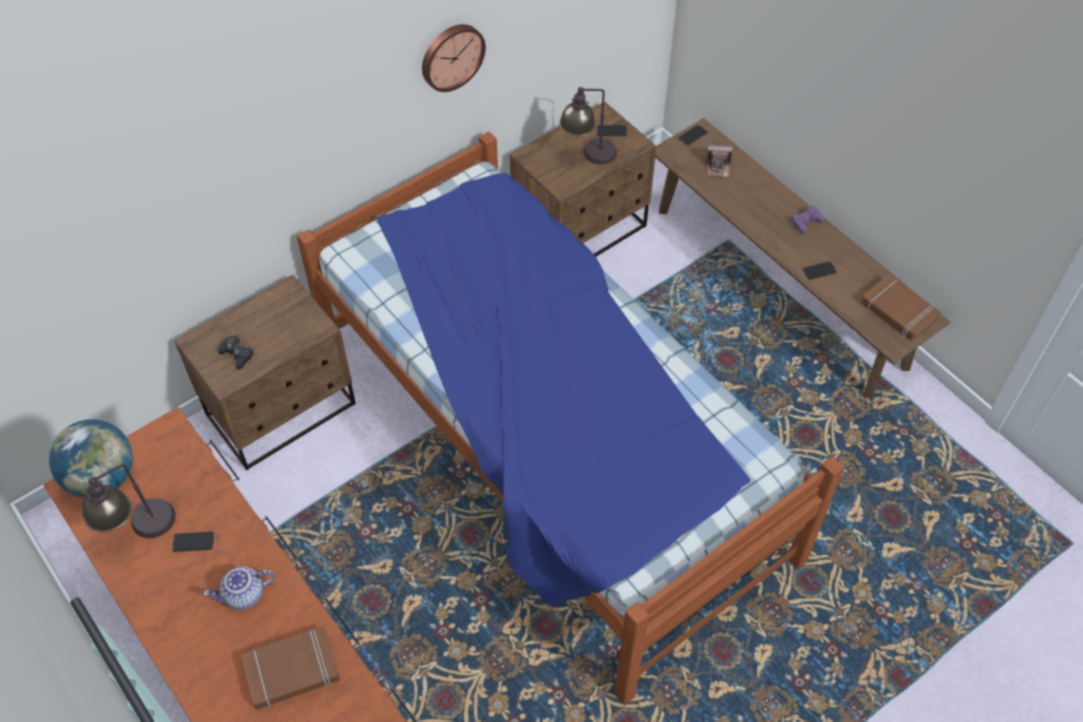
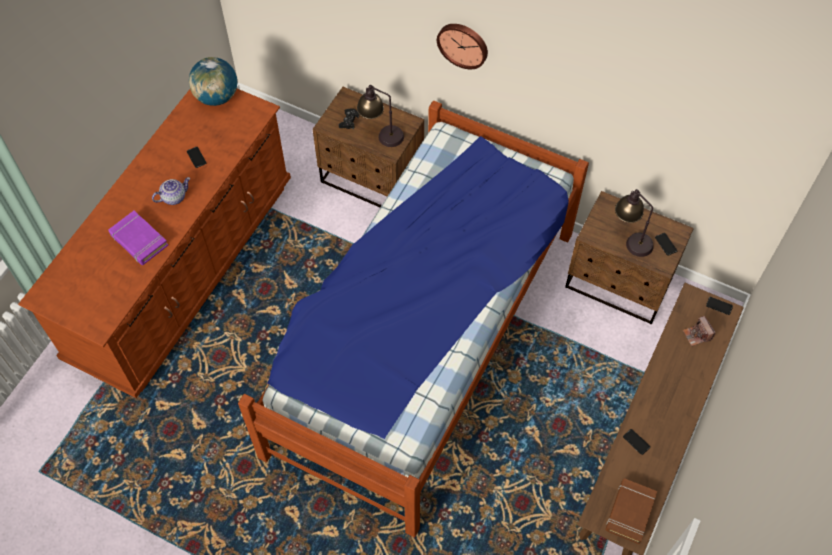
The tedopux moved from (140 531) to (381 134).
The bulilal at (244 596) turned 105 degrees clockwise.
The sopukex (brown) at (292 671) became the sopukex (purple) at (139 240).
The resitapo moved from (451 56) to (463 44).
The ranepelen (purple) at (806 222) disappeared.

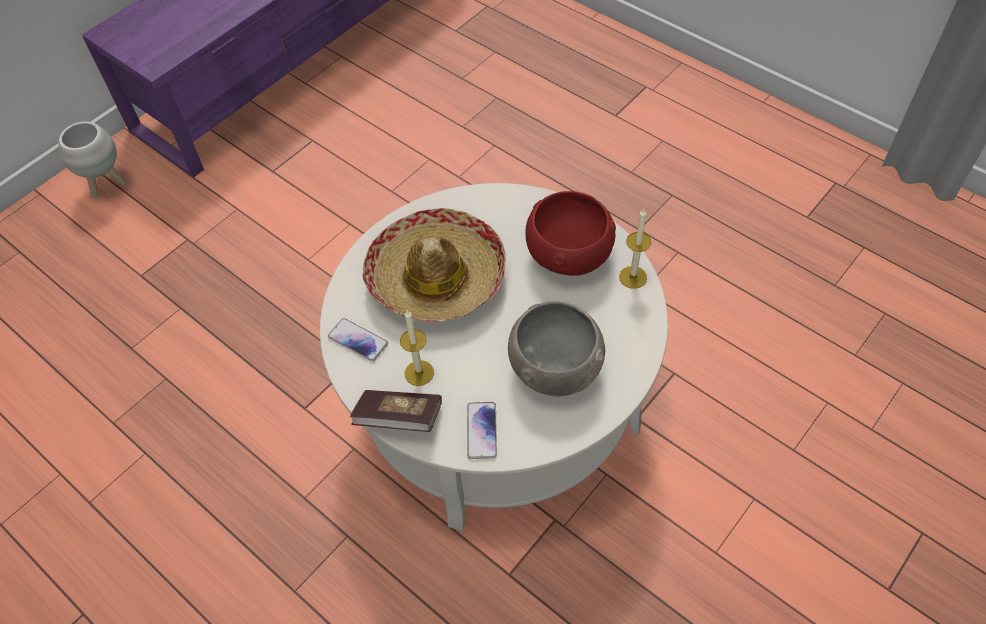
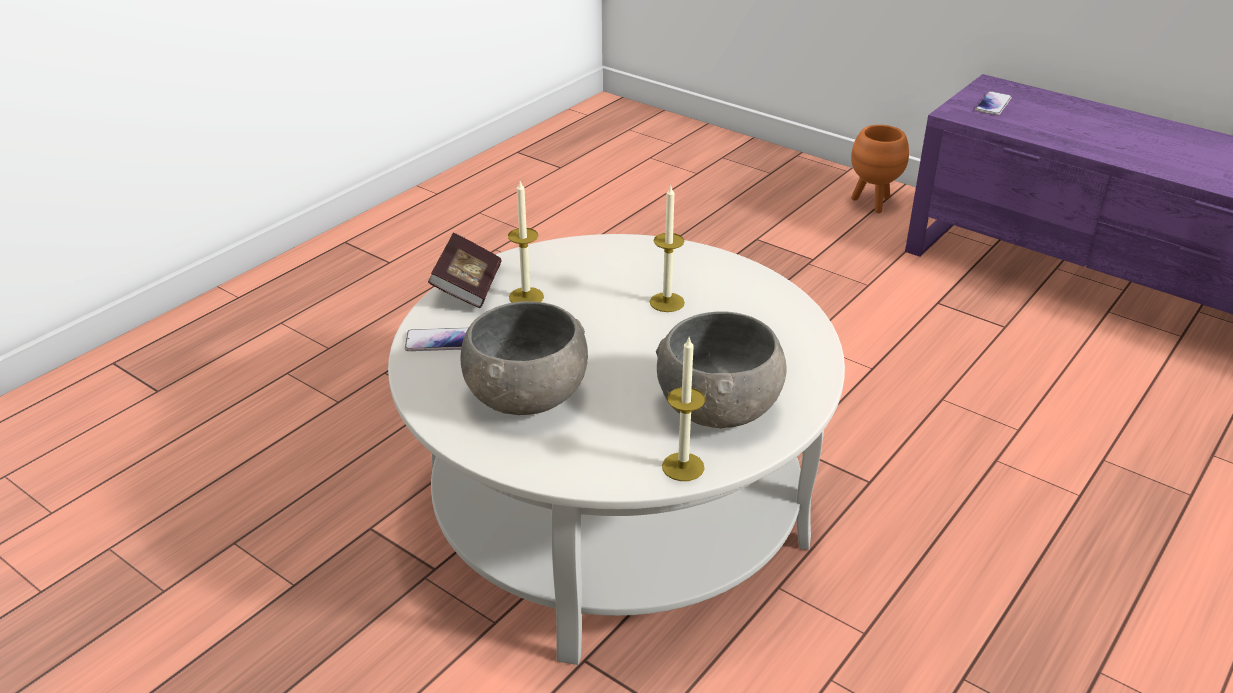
The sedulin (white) at (107 184) became the sedulin (orange) at (873 203).
The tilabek moved from (358 340) to (993 104).
The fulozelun at (436 277) was replaced by the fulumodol at (667 302).
The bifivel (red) at (568 253) became the bifivel (grey) at (720 406).

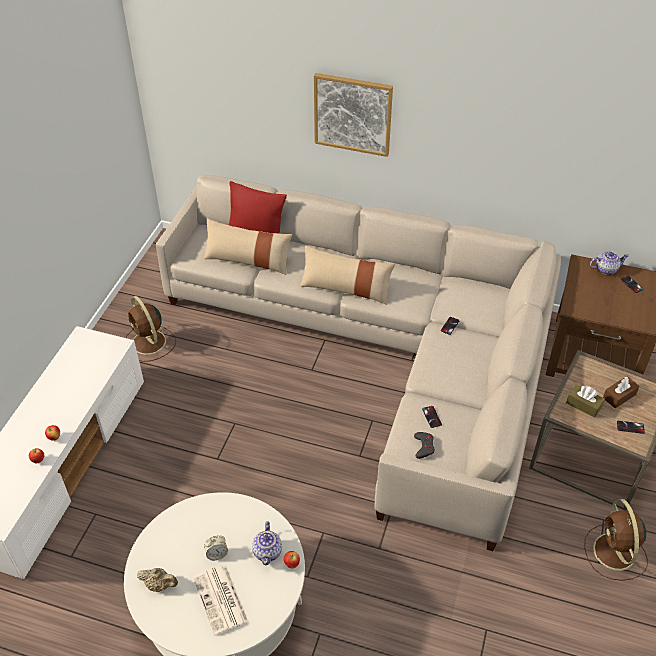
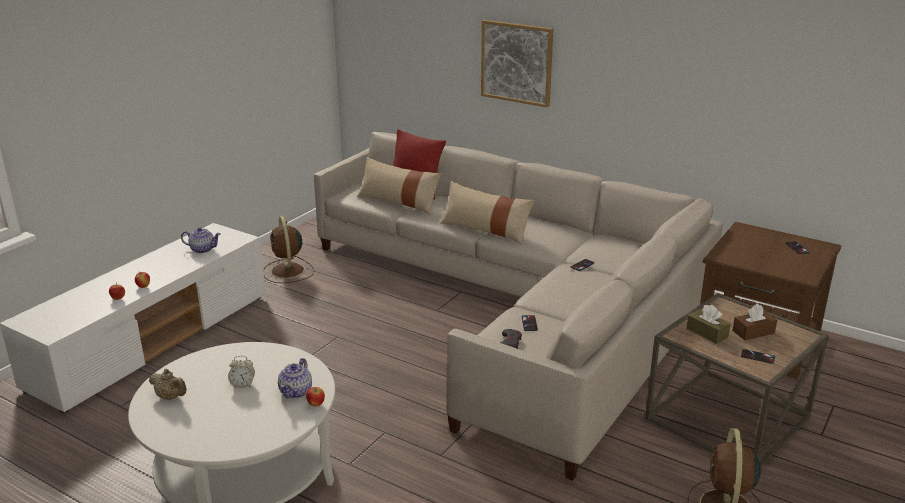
The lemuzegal at (221 600) disappeared.
The bulilal moved from (605 269) to (202 249).

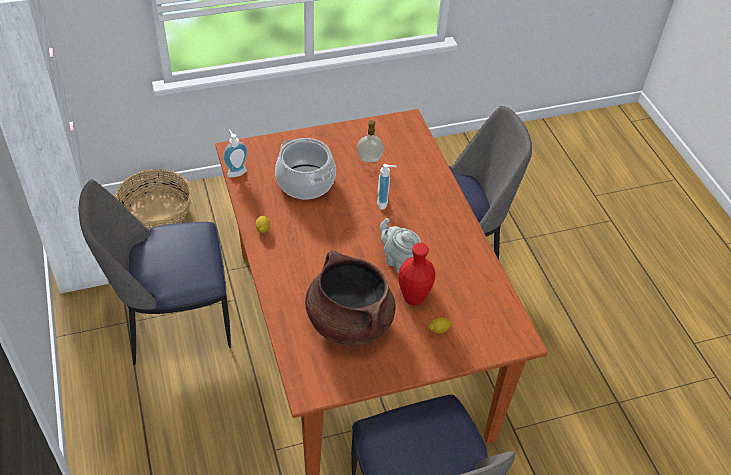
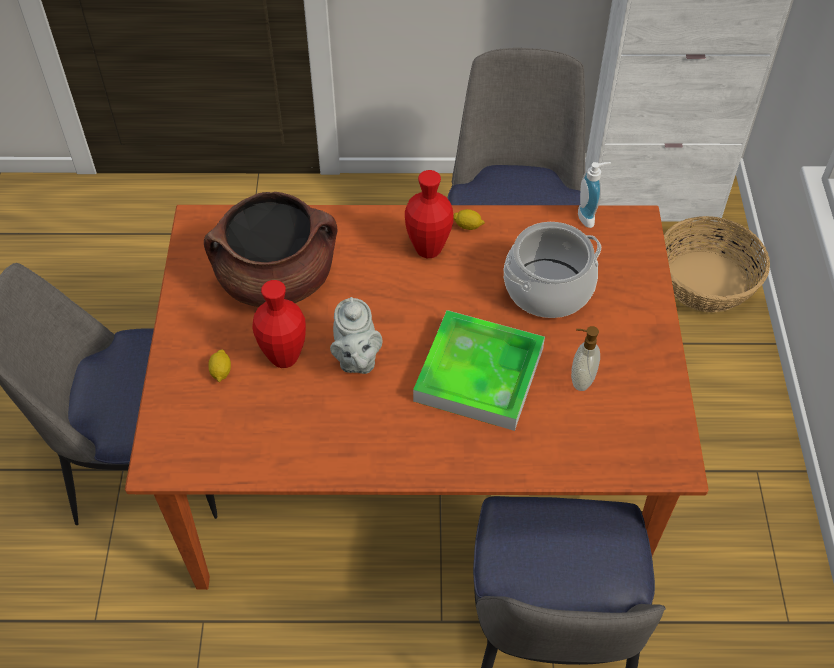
The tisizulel at (385 202) was replaced by the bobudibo at (479 374).
The bulilal (grey) at (399 261) turned 105 degrees clockwise.
The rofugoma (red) at (428 250) appeared.

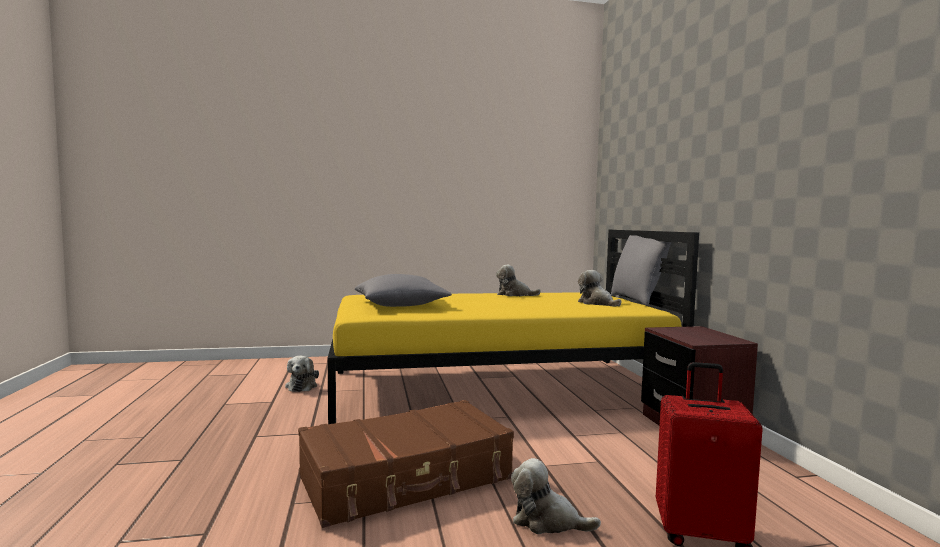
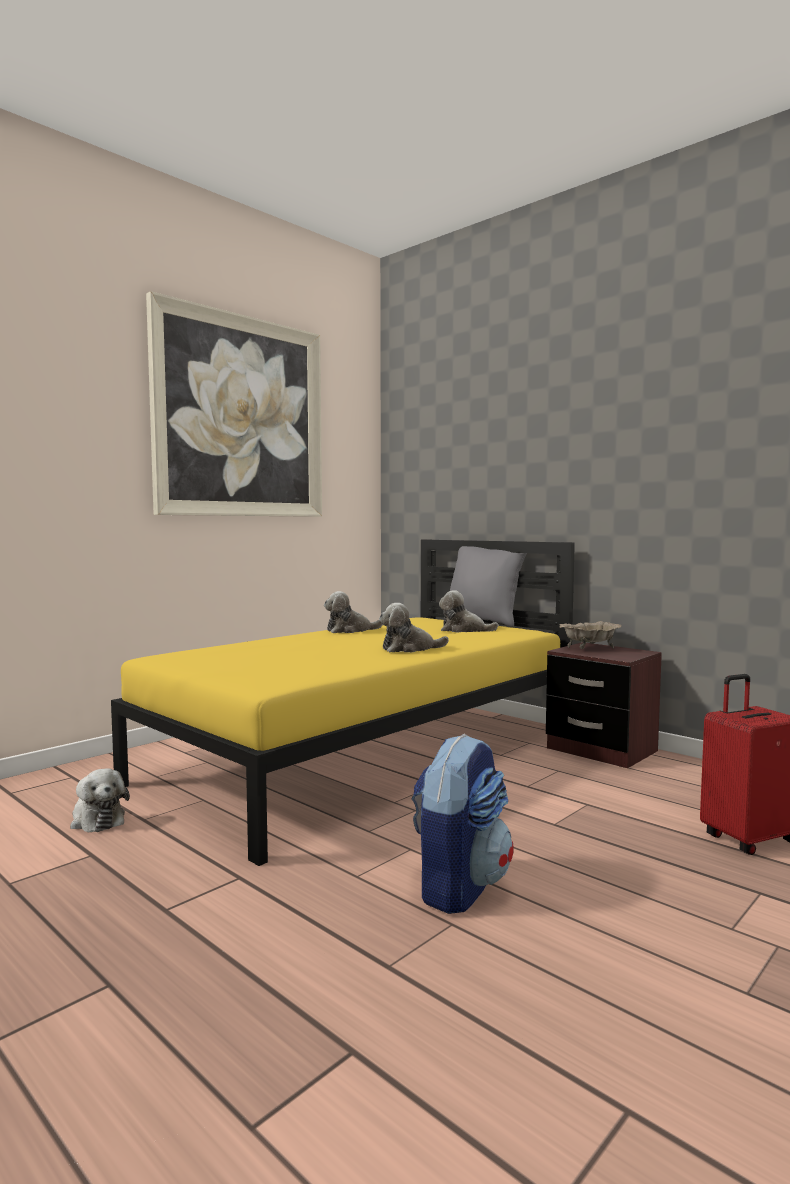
The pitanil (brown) at (407 478) was replaced by the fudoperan at (458 886).
The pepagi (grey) at (401 305) disappeared.
The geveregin moved from (547 521) to (409 649).
The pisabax at (241 417) appeared.
The bifivel (beige) at (589 648) appeared.

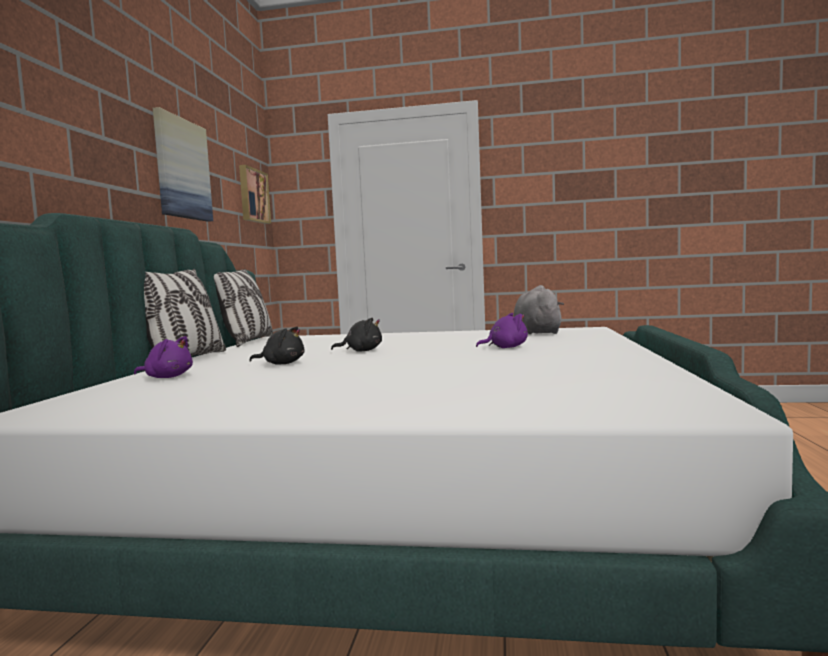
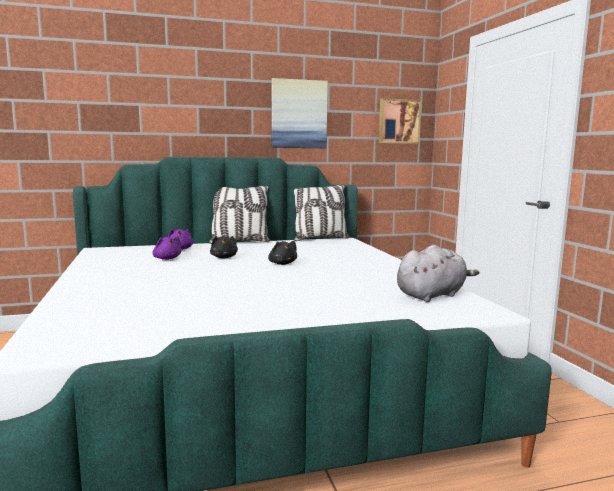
The geveregin (purple) moved from (505 347) to (167 259).

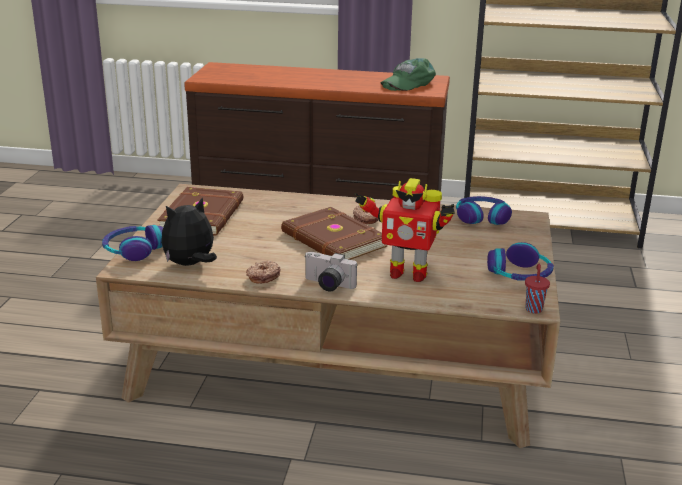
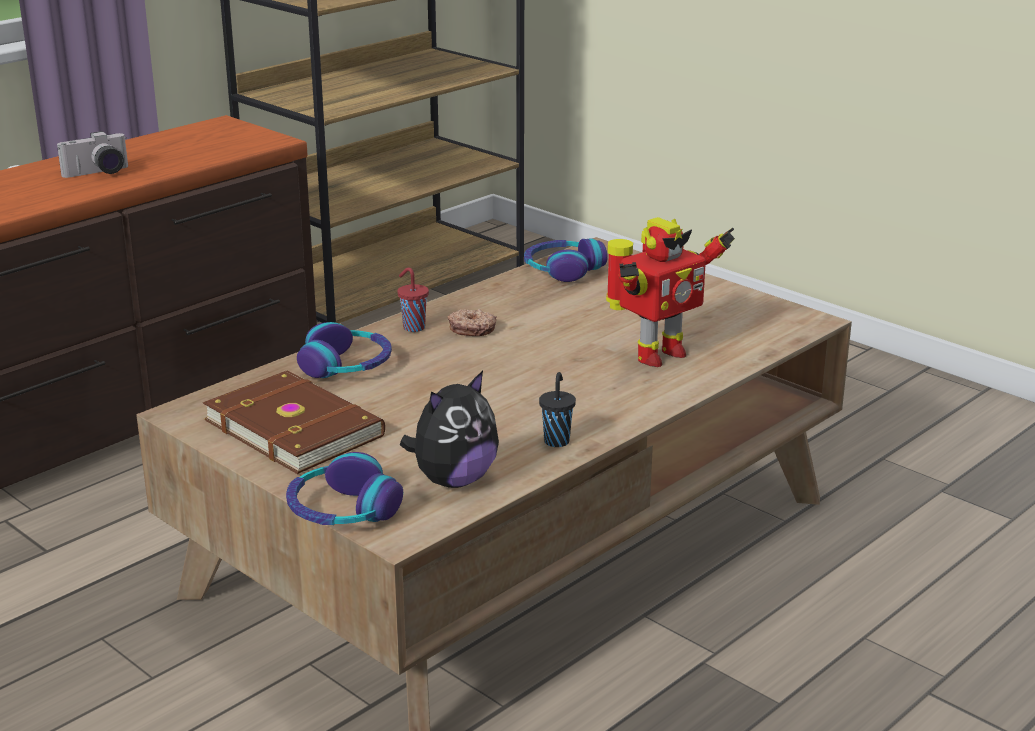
The geveregin at (190 264) turned 135 degrees counterclockwise.
The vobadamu at (263 276) was replaced by the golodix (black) at (557 441).
The sopukex (brown) at (332 240) disappeared.
The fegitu moved from (327 285) to (98 173).
The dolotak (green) at (407 83) disappeared.
The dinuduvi moved from (519 274) to (346 366).
The golodix (red) moved from (533 309) to (413 327).

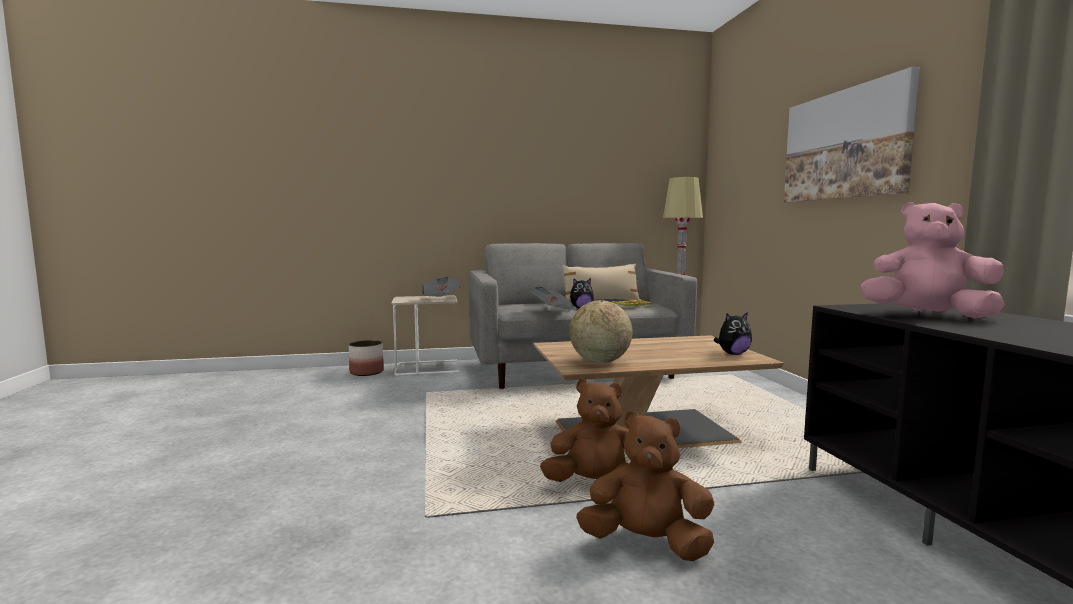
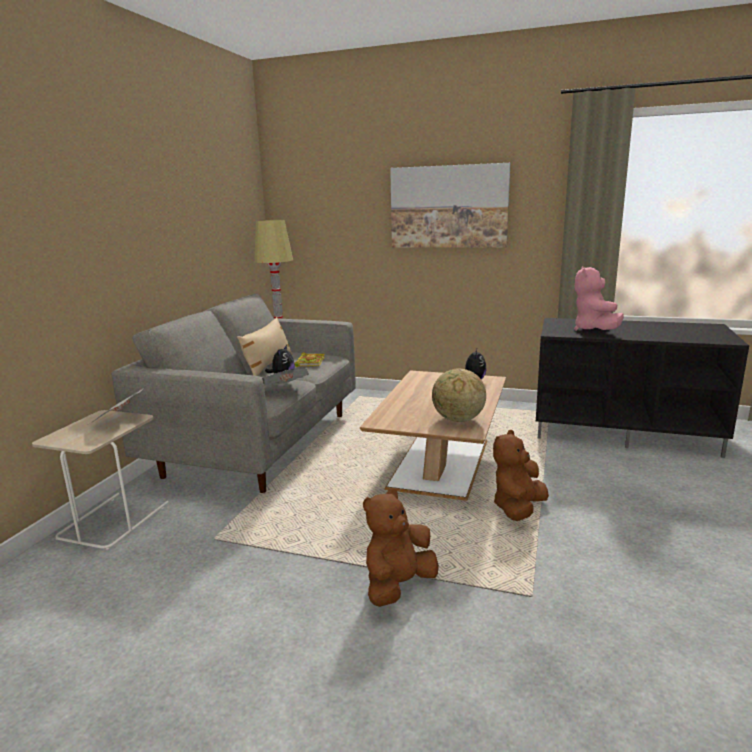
The sedulin at (367 372) disappeared.
The geveregin (brown) moved from (646 543) to (398 586).
The geveregin (pink) at (927 315) turned 45 degrees counterclockwise.

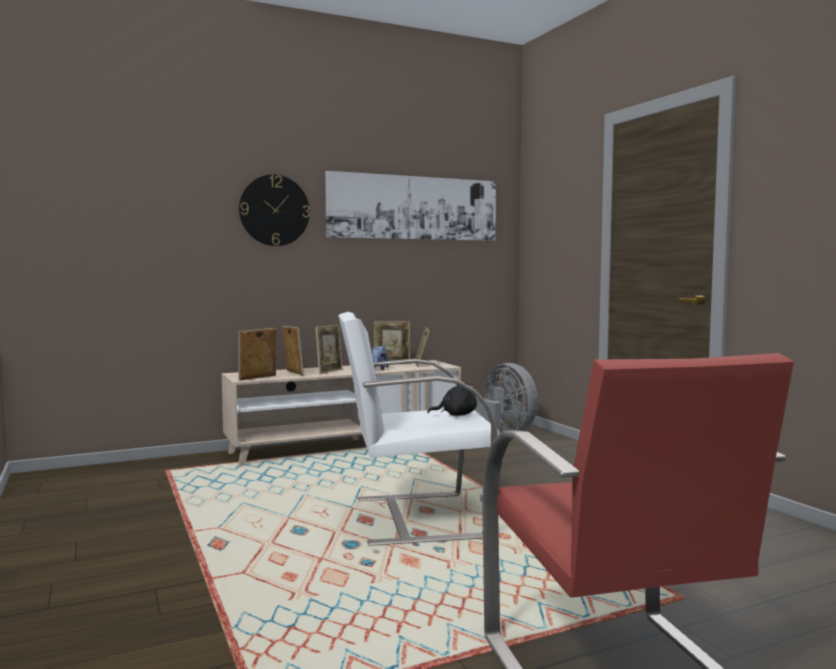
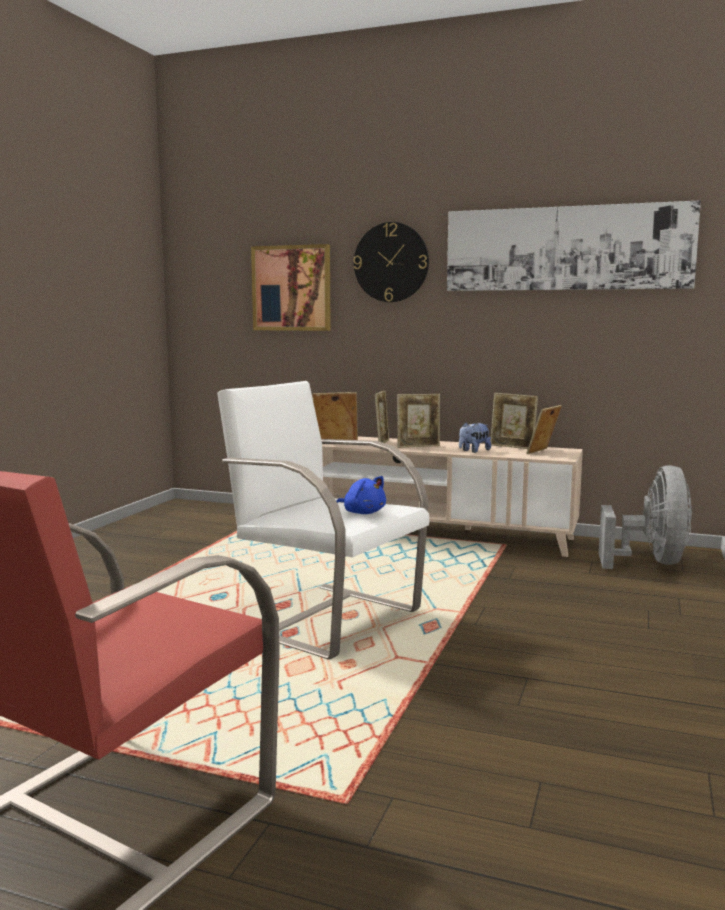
The geveregin (black) at (456 415) became the geveregin (blue) at (363 513).
The pisabax at (291 288) appeared.

